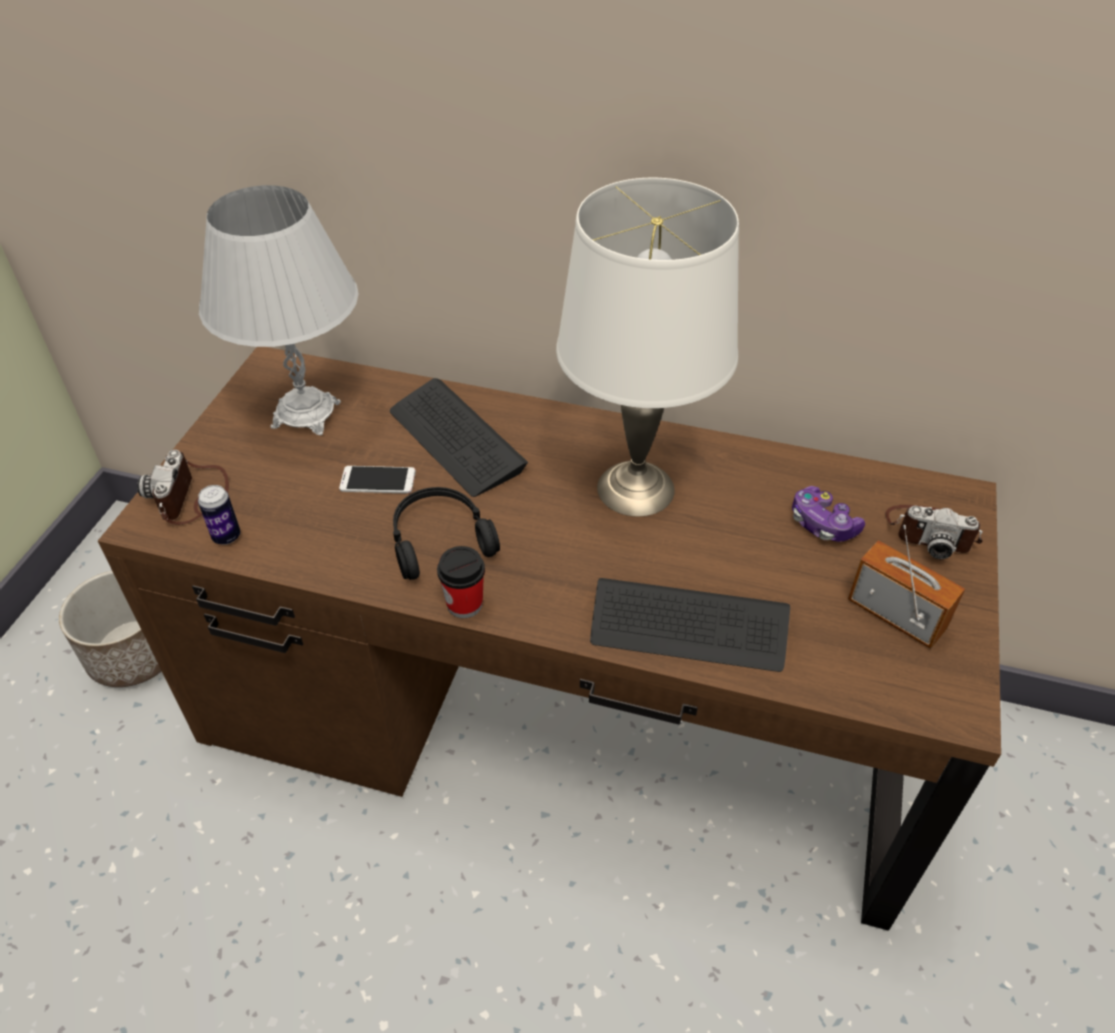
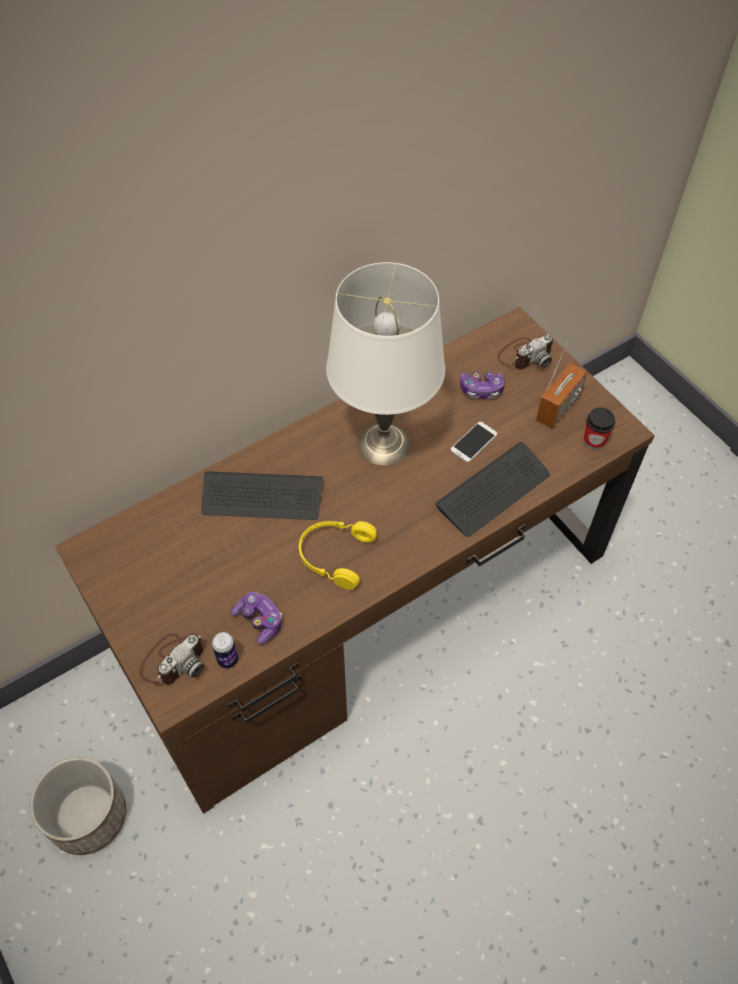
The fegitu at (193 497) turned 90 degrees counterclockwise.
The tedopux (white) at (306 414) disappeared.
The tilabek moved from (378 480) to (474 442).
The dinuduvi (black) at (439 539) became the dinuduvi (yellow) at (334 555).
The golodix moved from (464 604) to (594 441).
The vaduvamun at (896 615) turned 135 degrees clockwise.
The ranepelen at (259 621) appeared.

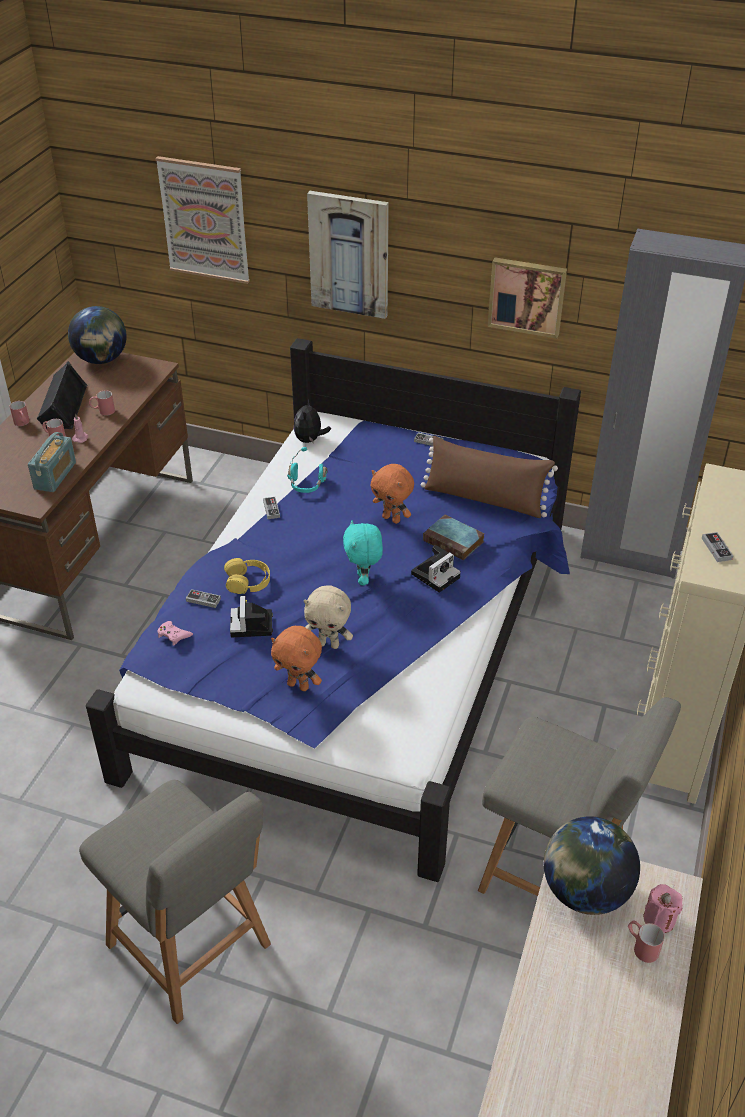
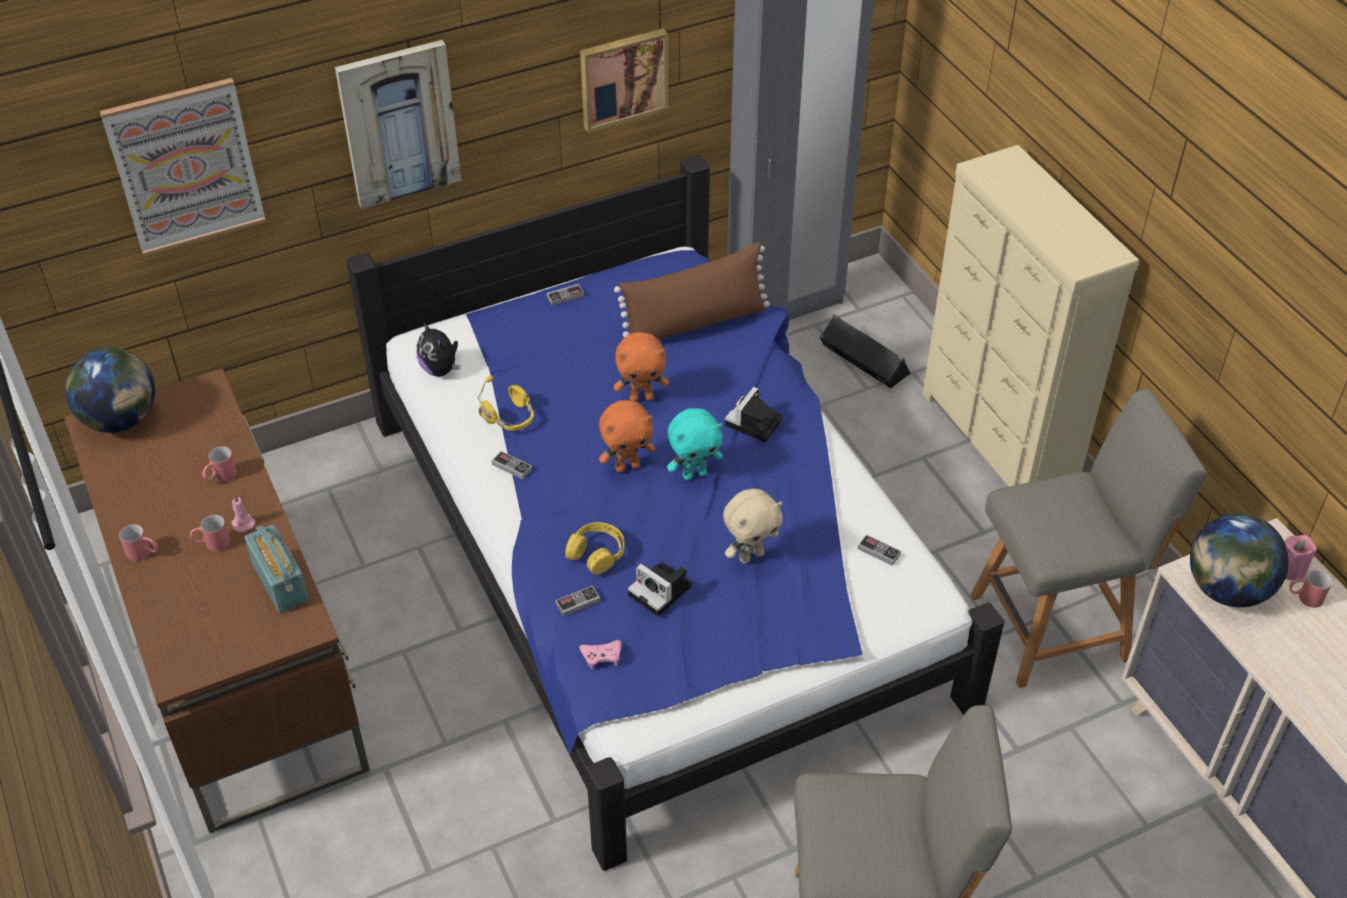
The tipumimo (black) moved from (62 406) to (863 361).
The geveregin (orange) moved from (299 685) to (627 466).
The dinuduvi (turquoise) at (306 484) became the dinuduvi (yellow) at (510 418).
The geveregin (turquoise) at (363 579) turned 60 degrees counterclockwise.
The fegitu at (436 574) turned 150 degrees counterclockwise.
The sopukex at (454 541) disappeared.
The ranepelen moved from (716 549) to (879 551).

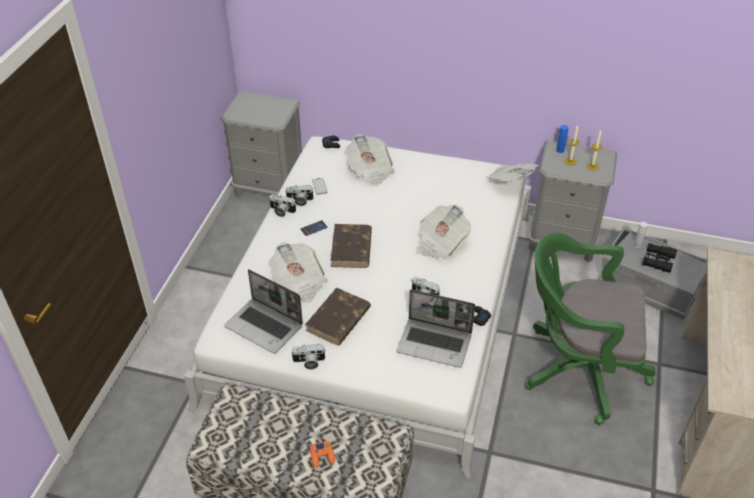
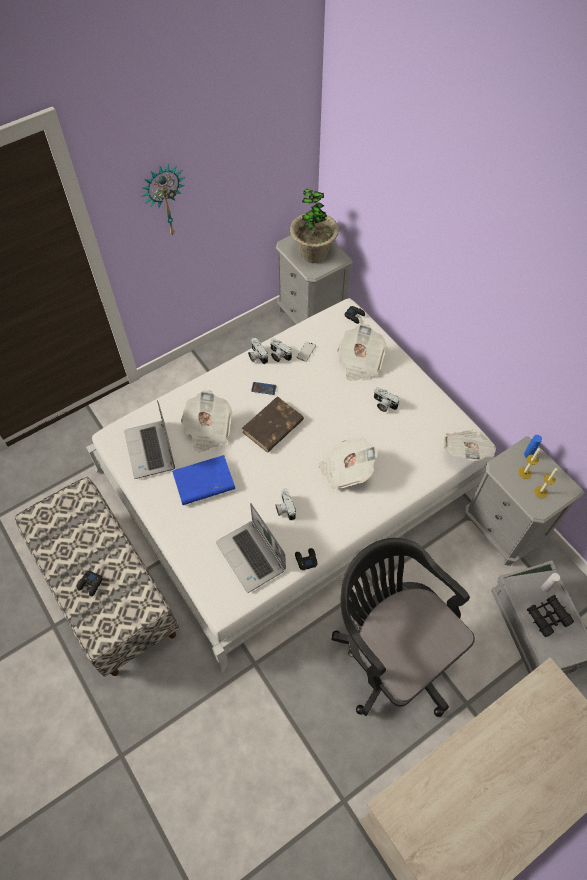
The fegitu moved from (309 362) to (383 404).
The sopukex (brown) at (338 319) became the sopukex (blue) at (203 482).
The ranepelen (orange) at (322 456) became the ranepelen (black) at (90 584).
The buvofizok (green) at (576 369) became the buvofizok (black) at (391 651).
The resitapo at (164 200) appeared.
The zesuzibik at (313 253) appeared.

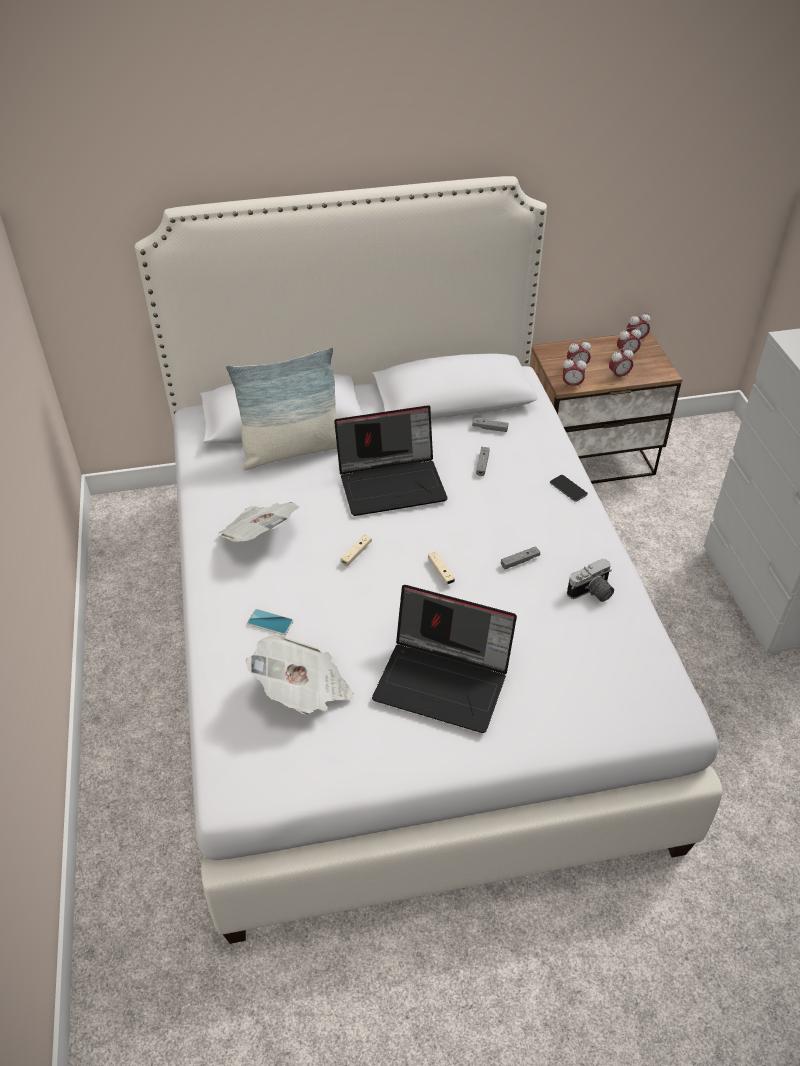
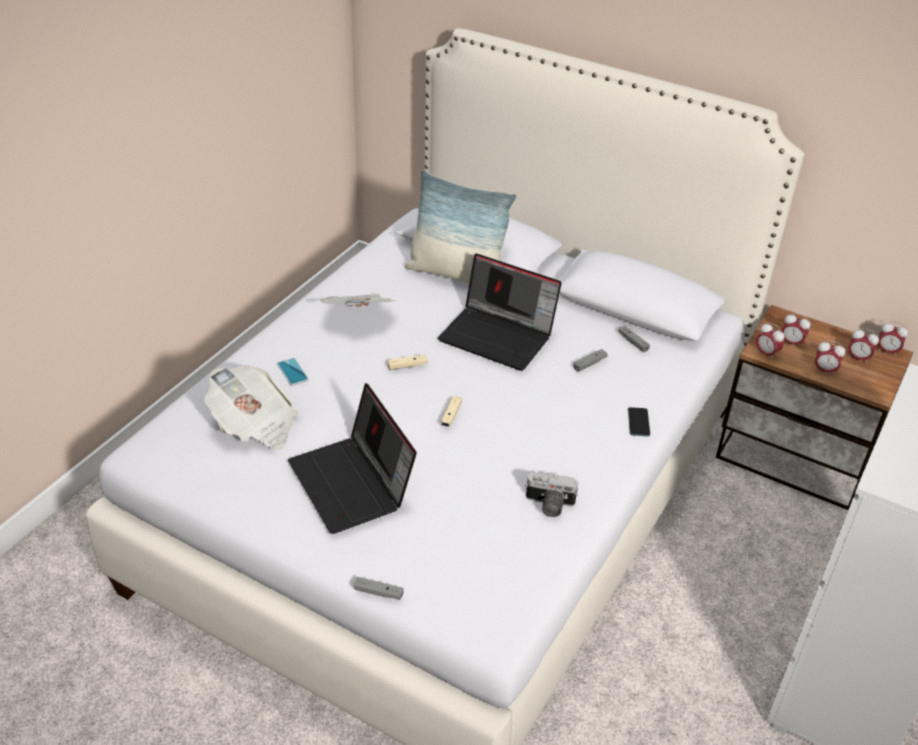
The ranepelen (grey) moved from (520 561) to (378 592).

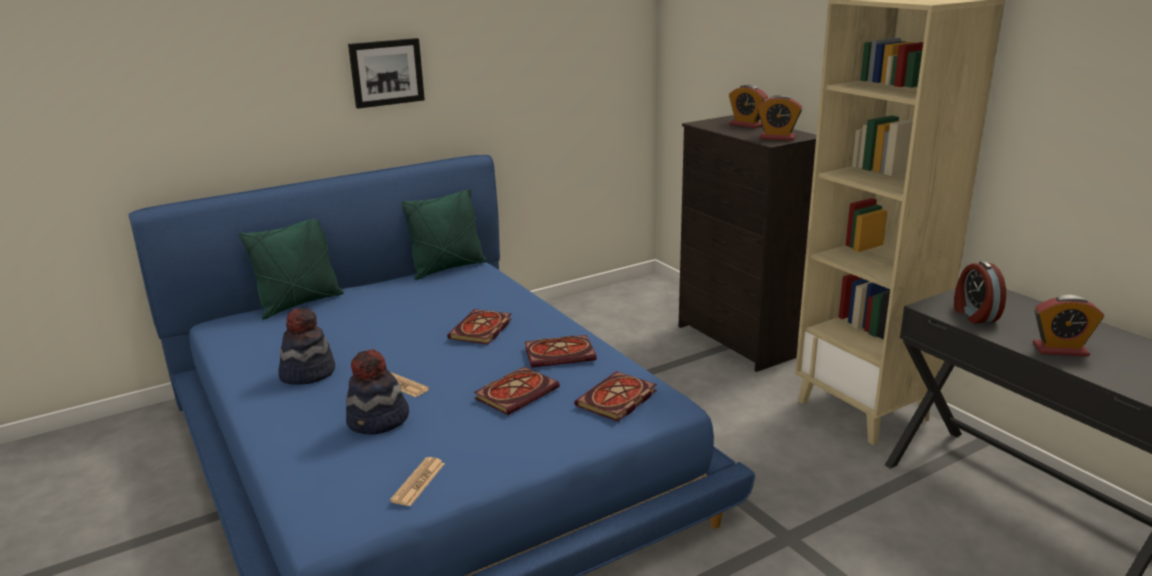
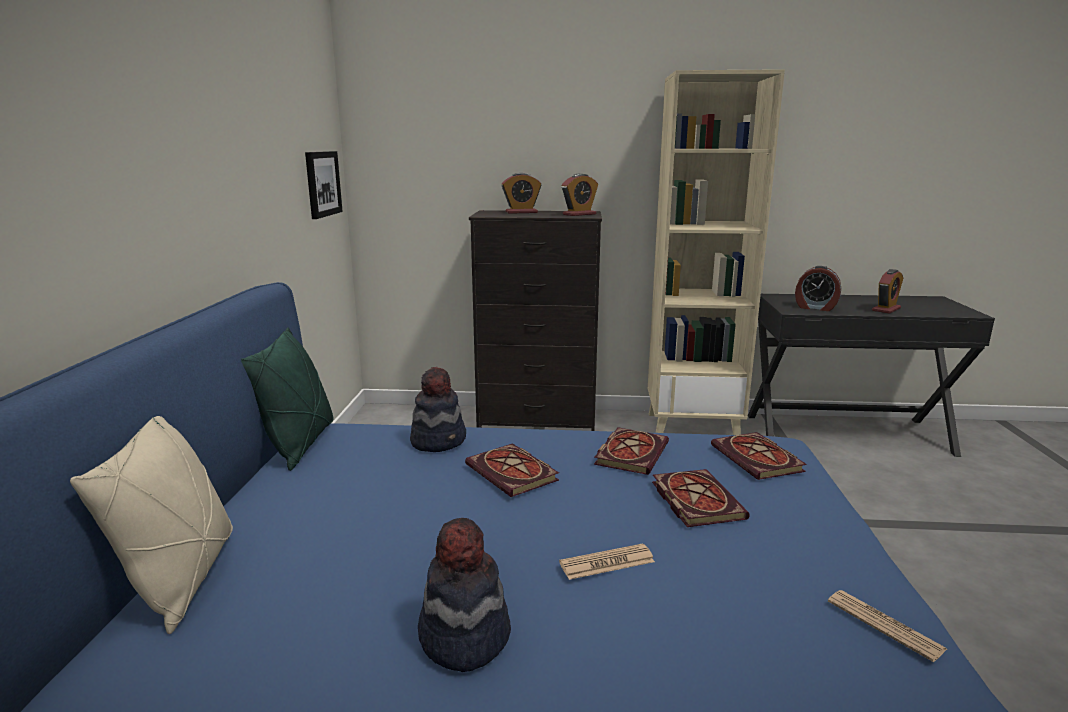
The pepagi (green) at (299 304) became the pepagi (beige) at (183 579).
The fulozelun moved from (378 421) to (439 440).
The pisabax moved from (386 72) to (322 183).

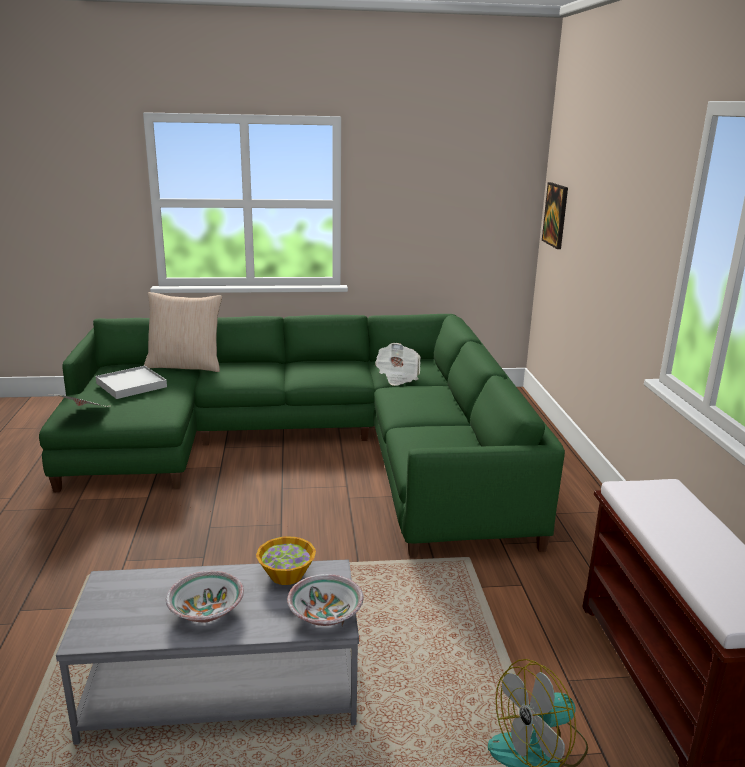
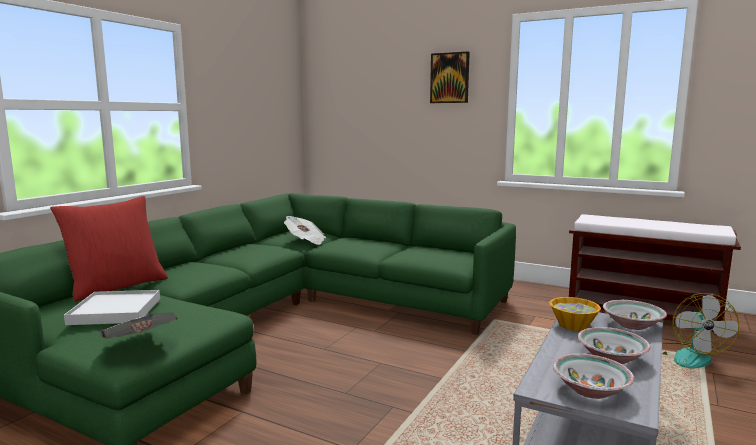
The pepagi (beige) at (185 366) became the pepagi (red) at (116 286).
The pisabax moved from (556 215) to (449 78).
The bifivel at (590 389) appeared.

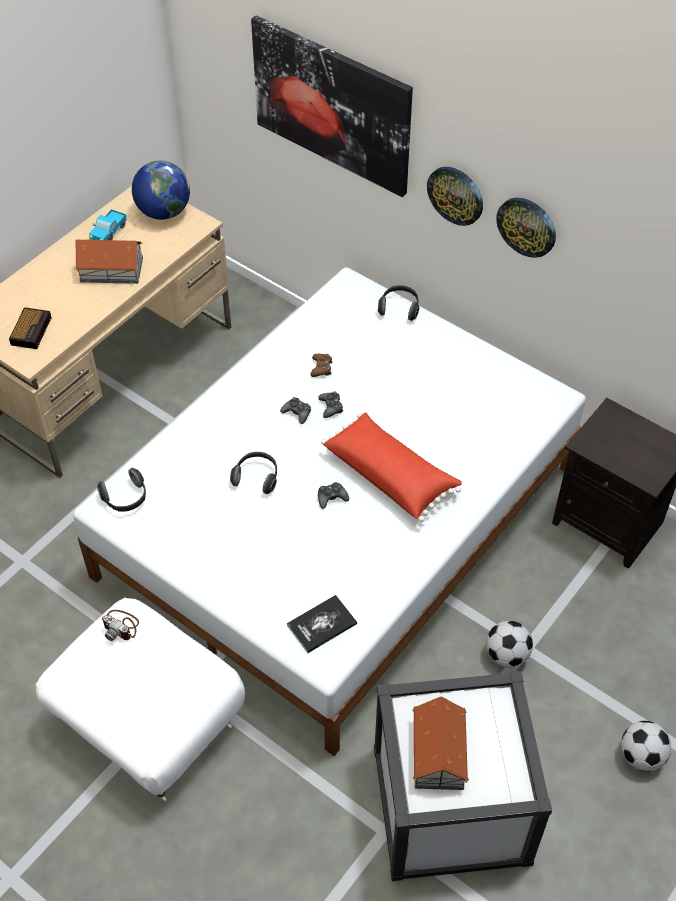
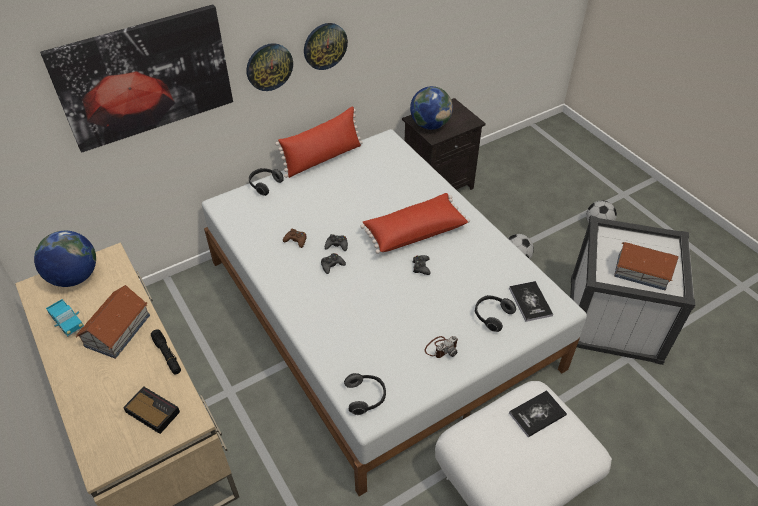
The fegitu moved from (121 626) to (441 348).
The dinuduvi moved from (256 477) to (492 316).
The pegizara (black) at (167 355) appeared.
The pepagi (red) at (323 158) appeared.
The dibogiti at (430 125) appeared.
The sopukex at (537 414) appeared.

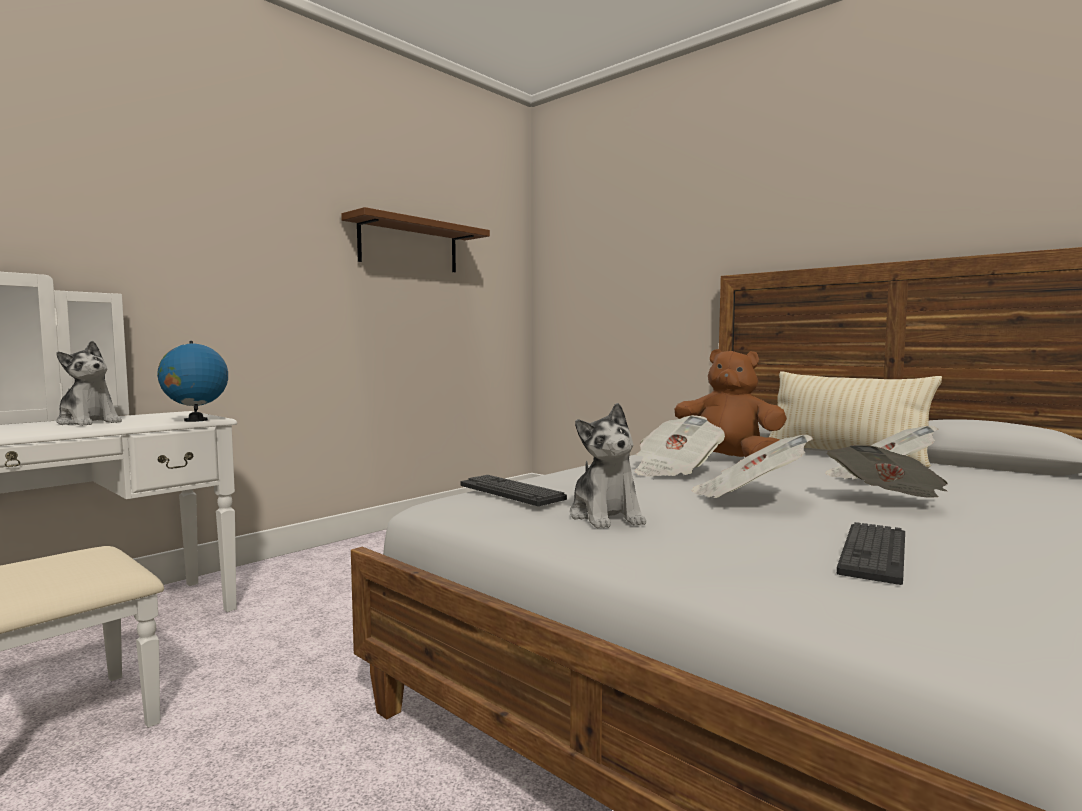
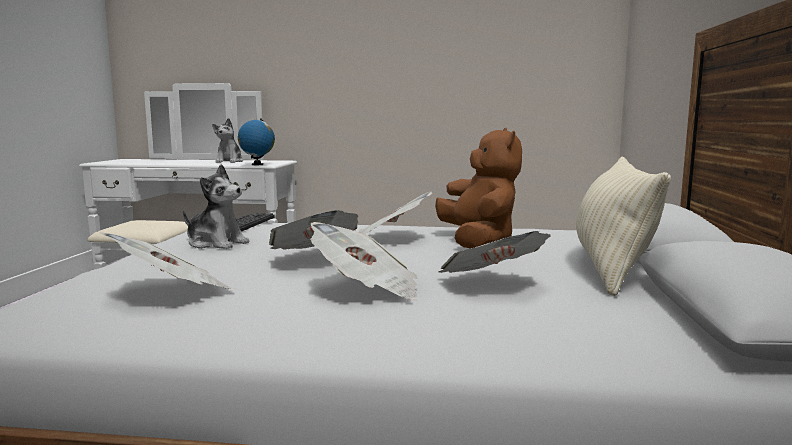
The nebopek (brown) at (409 246) disappeared.
The geveregin at (606 516) turned 105 degrees counterclockwise.
The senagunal at (873 553) was replaced by the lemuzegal at (173 292).

